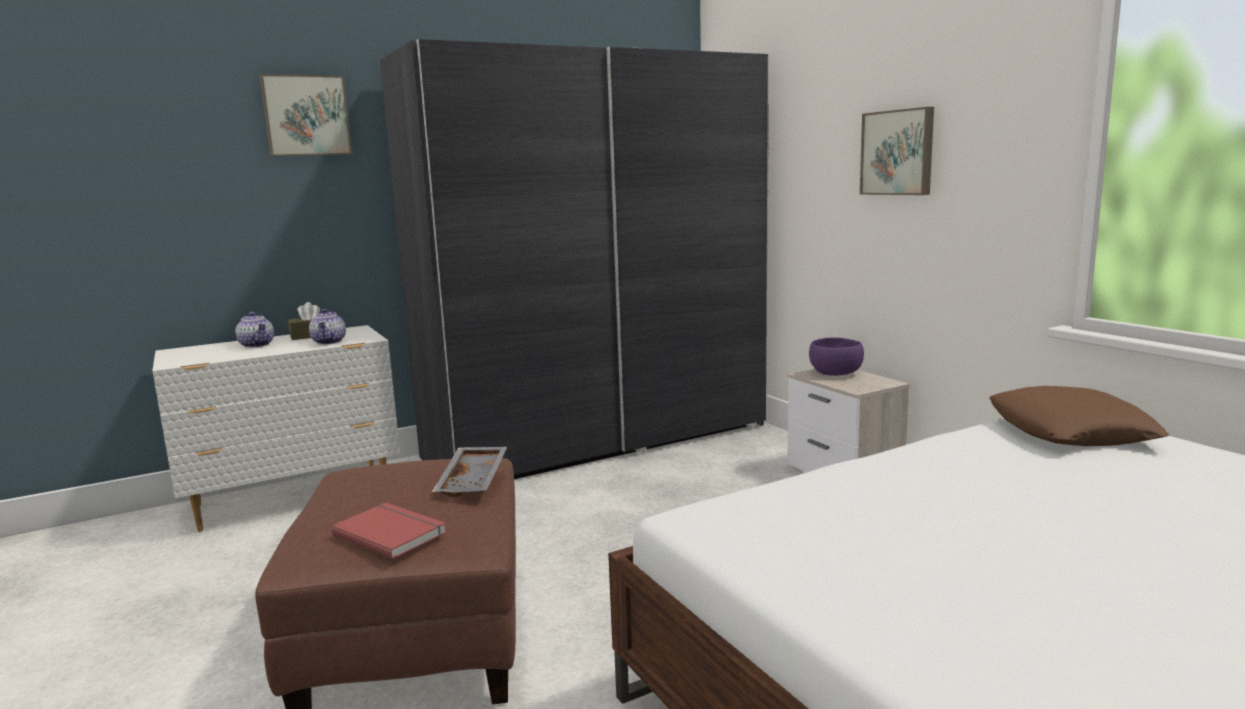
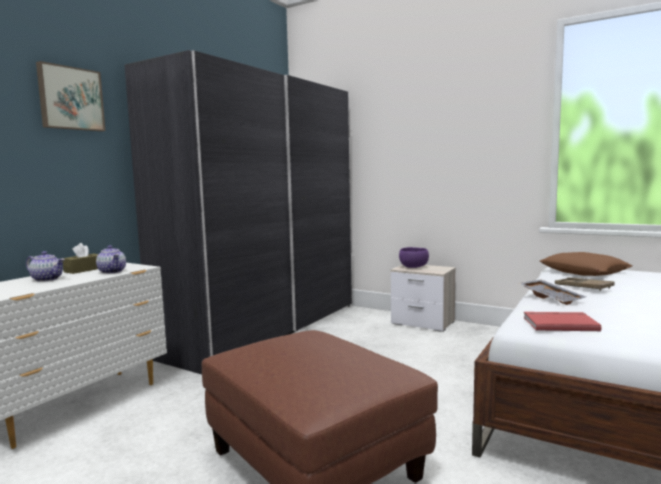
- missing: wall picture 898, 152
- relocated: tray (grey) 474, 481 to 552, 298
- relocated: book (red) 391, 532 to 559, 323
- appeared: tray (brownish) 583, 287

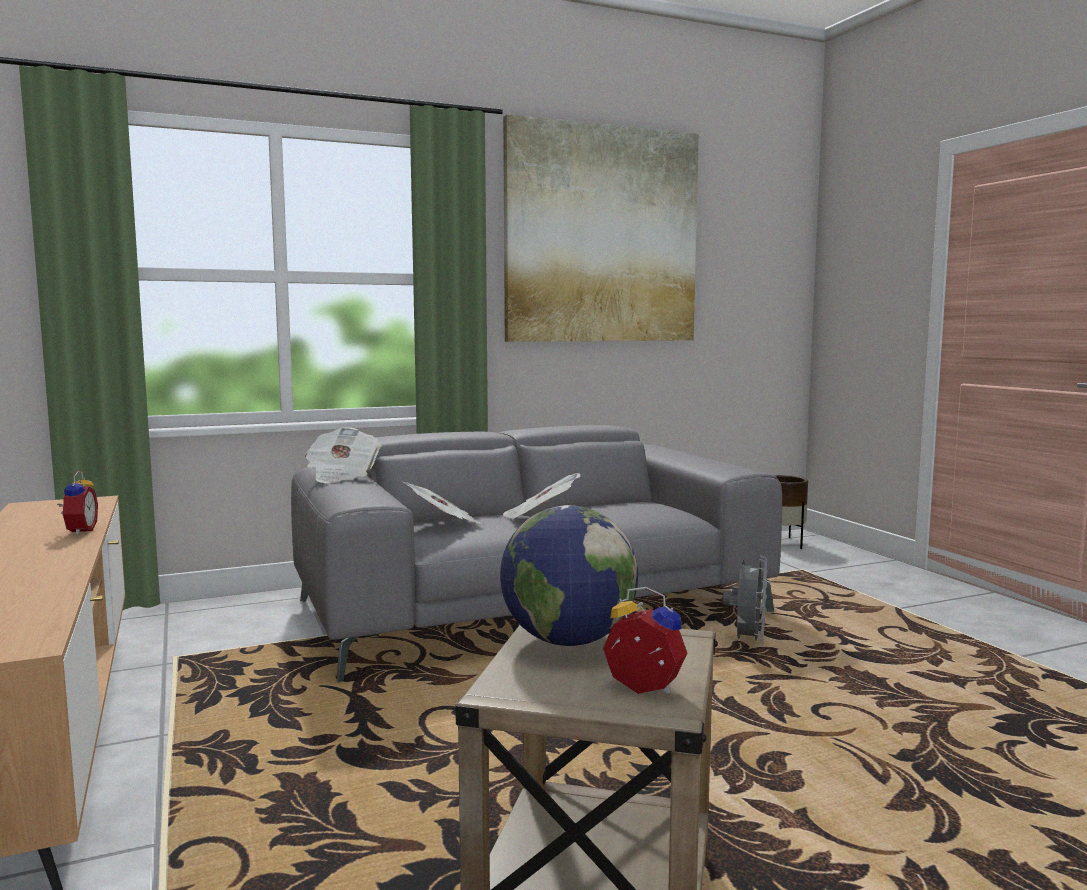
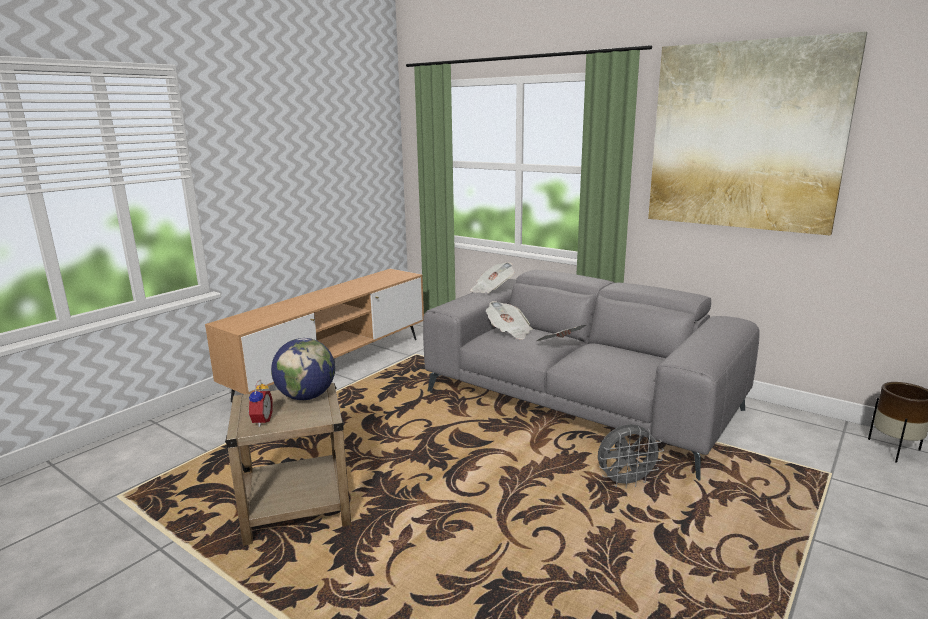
- missing: table clock 78, 531

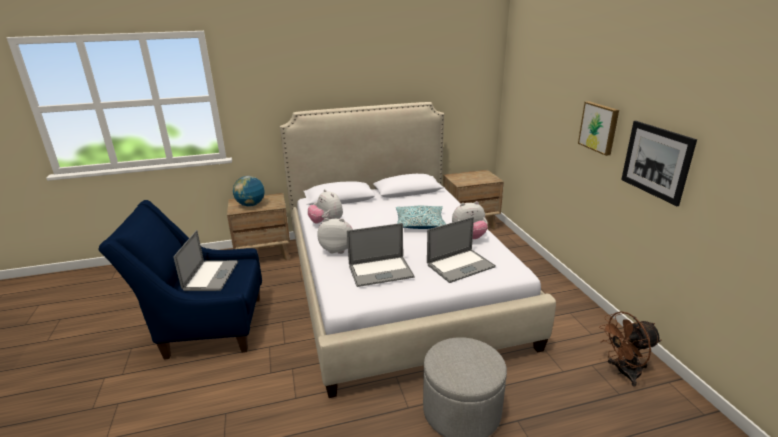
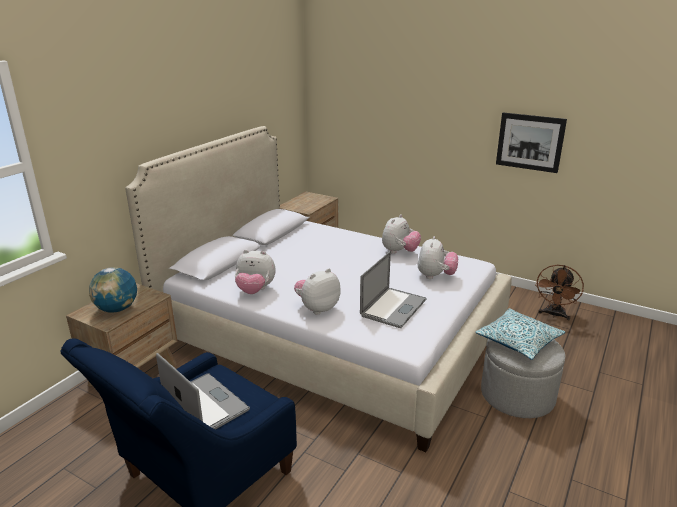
- missing: wall picture 599, 127
- relocated: cushion 420, 223 to 518, 341
- exchanged: notebook computer 460, 266 to plush toy 435, 276

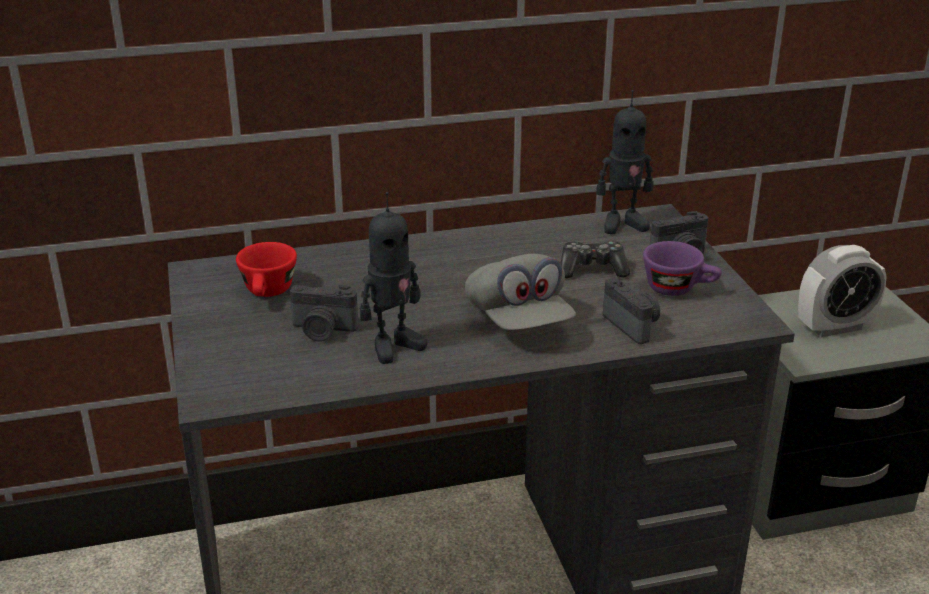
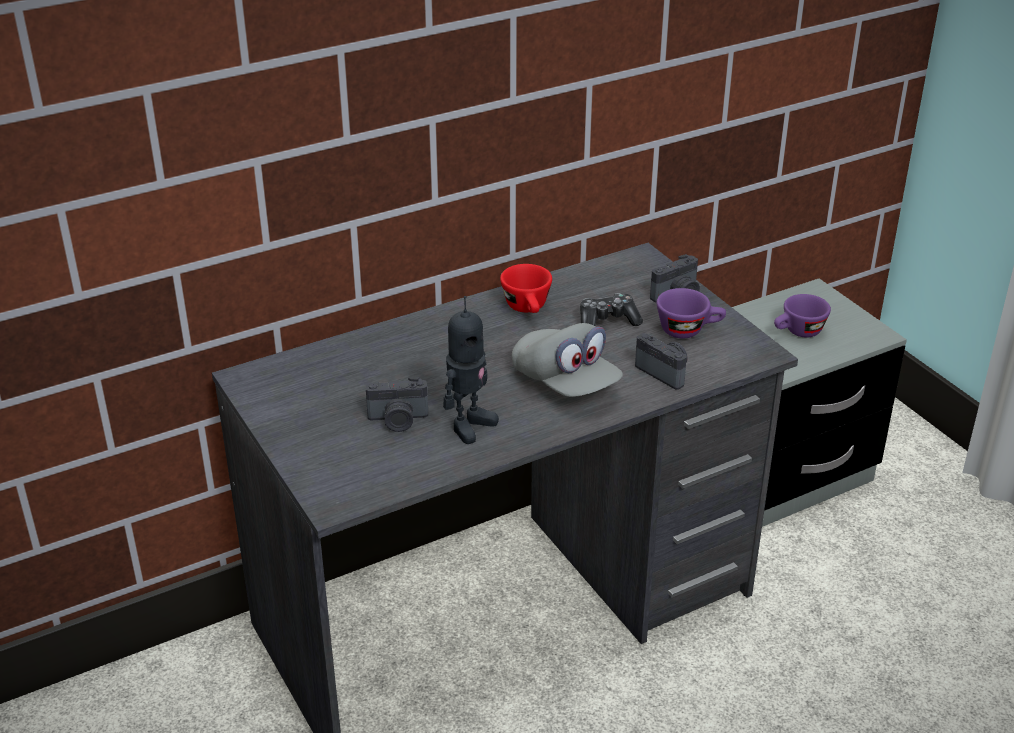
- missing: robot figure 622, 224
- relocated: small cup (red) 268, 293 to 528, 309
- exchanged: table clock 834, 327 to small cup (purple-coloured) 798, 332

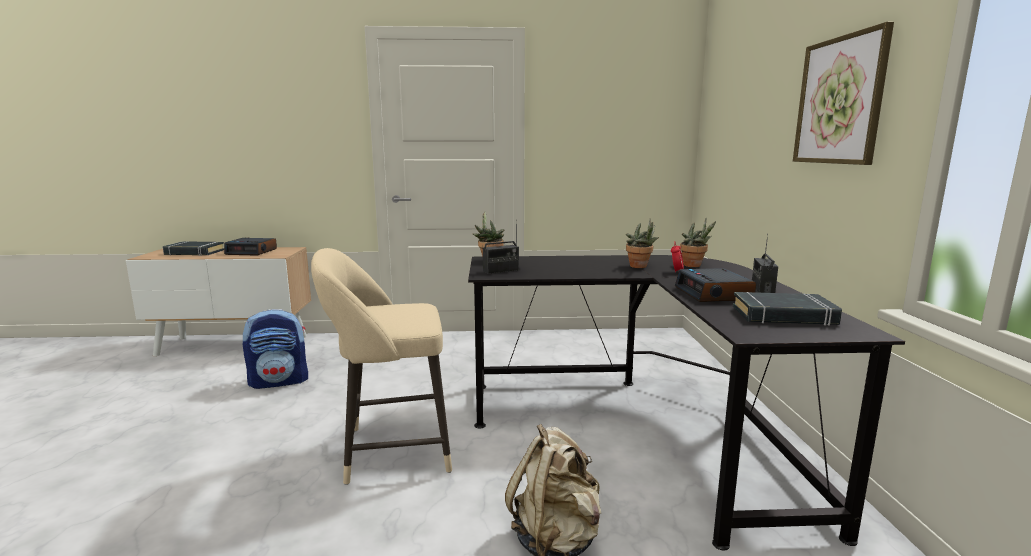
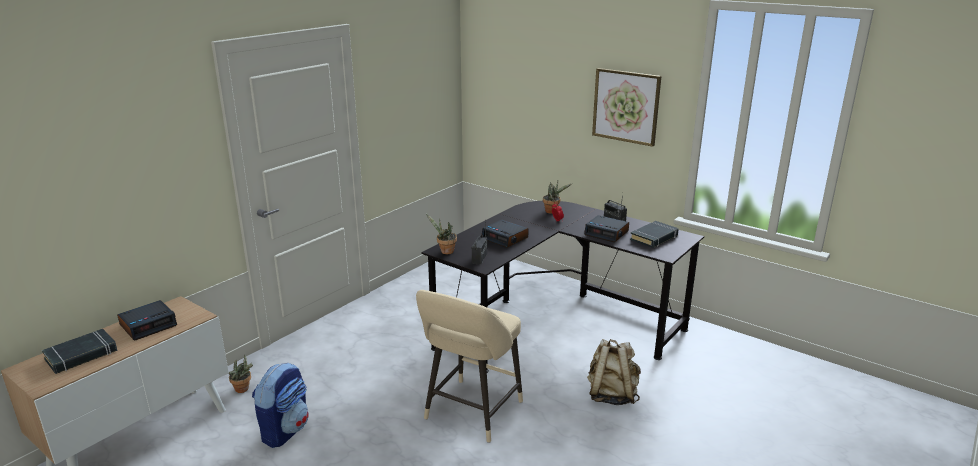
- relocated: plant in a pot 640, 267 to 244, 389
- appeared: table clock 505, 238

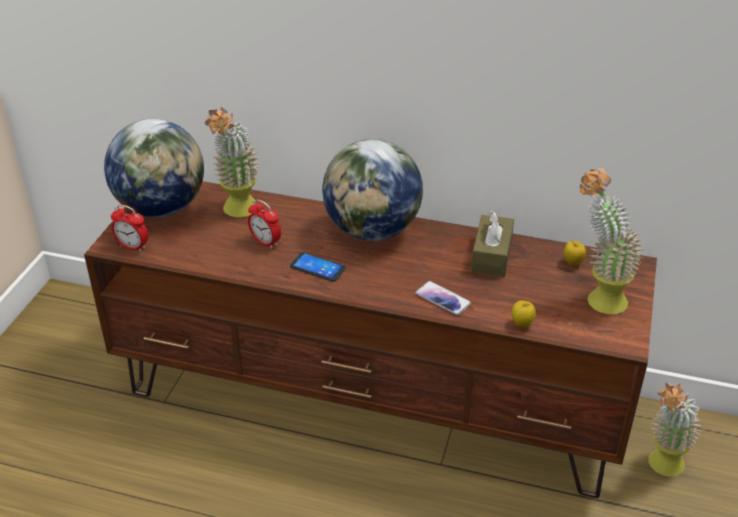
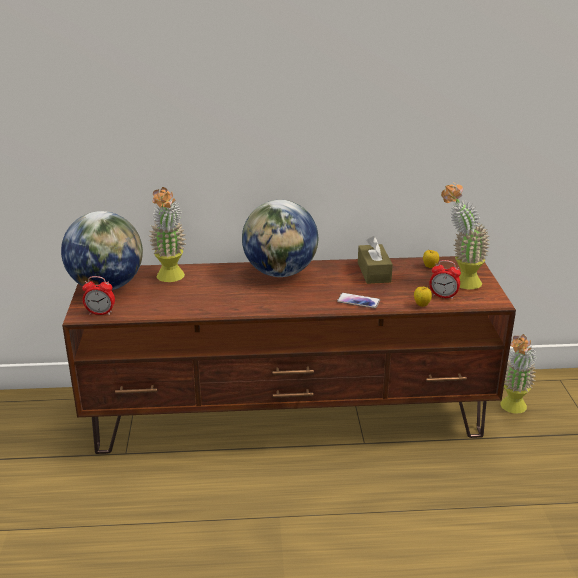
- relocated: table clock 265, 242 to 443, 296
- missing: phone 317, 267

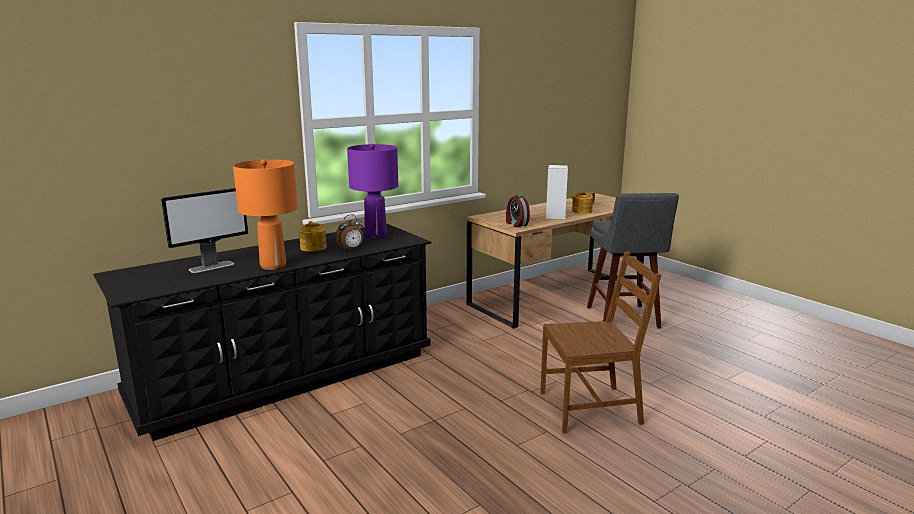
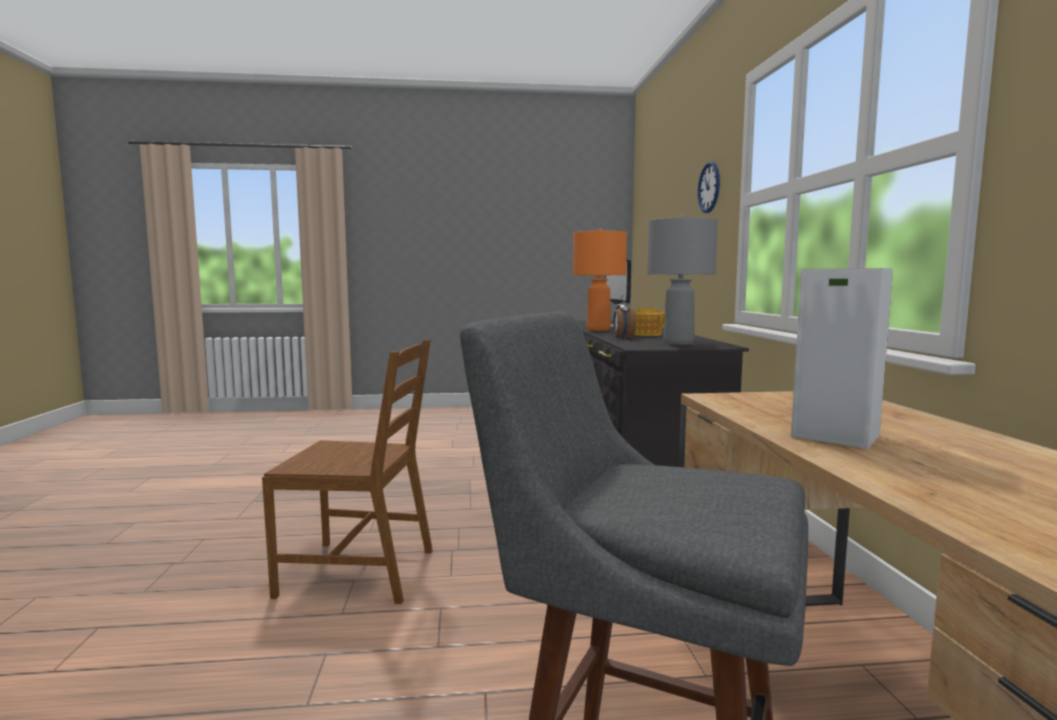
- colour: lamp for a table (purple-coloured) 375, 235 to lamp for a table (grey) 679, 343
- missing: teapot 581, 211
- missing: table clock 516, 224
- spun: chair (brownish) 591, 408 = 360, 571 105 degrees counterclockwise
- appeared: hanging clock 709, 187

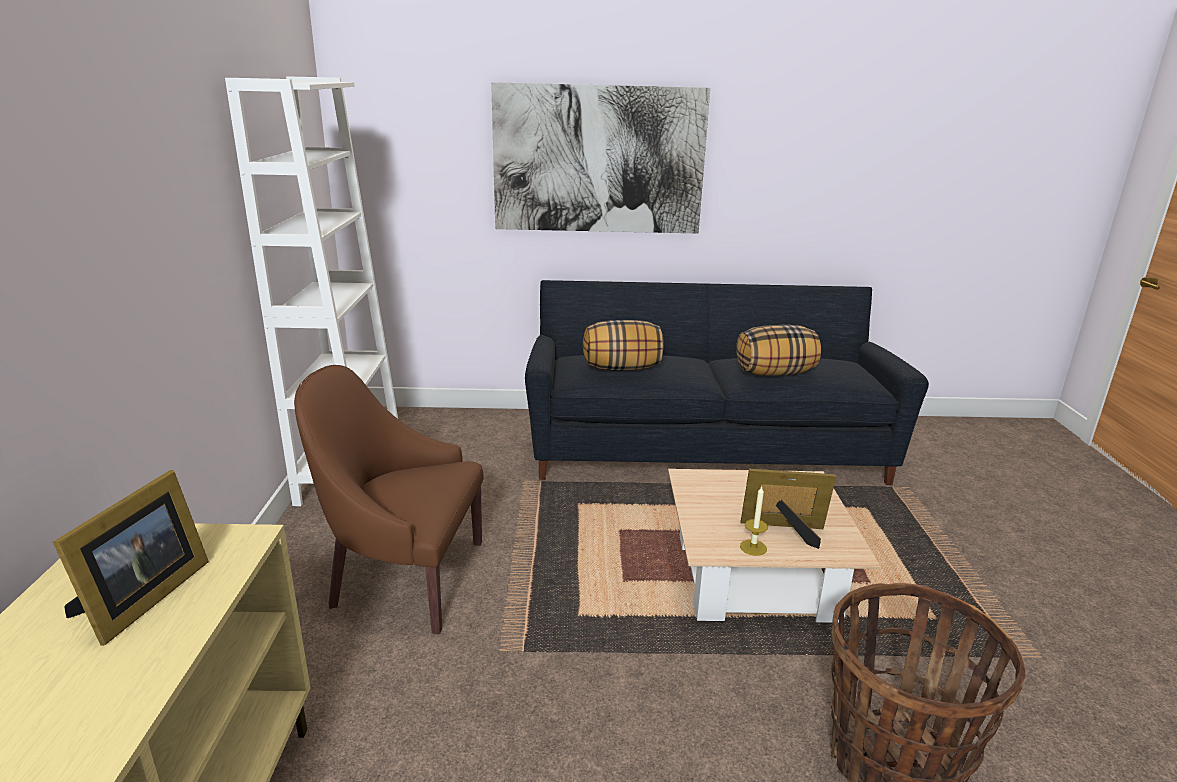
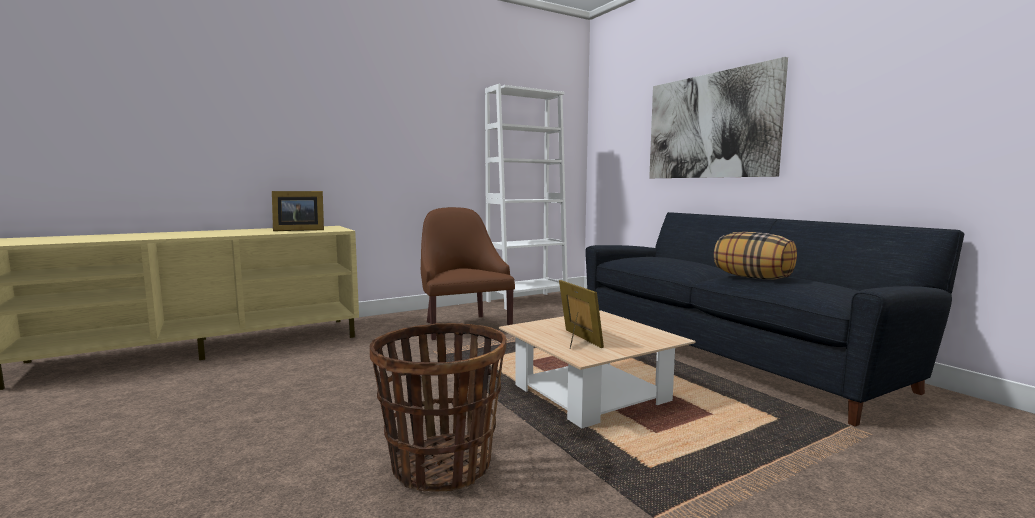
- missing: cushion 621, 368
- missing: wax light 753, 547

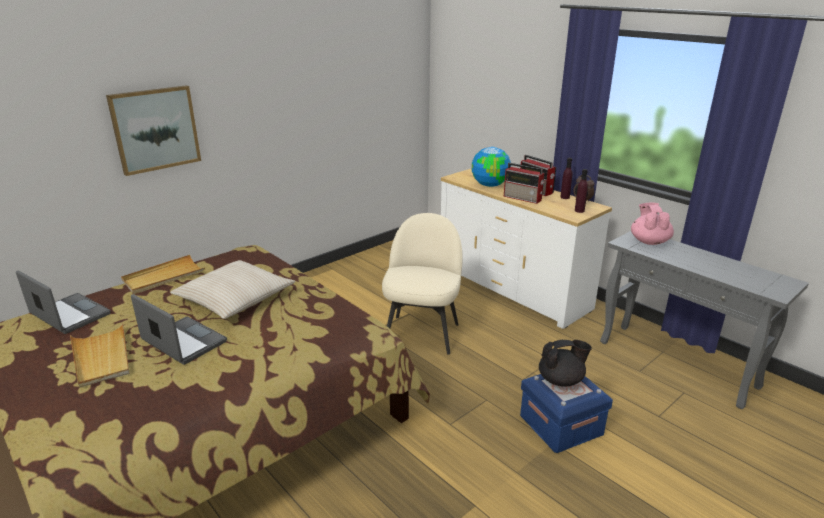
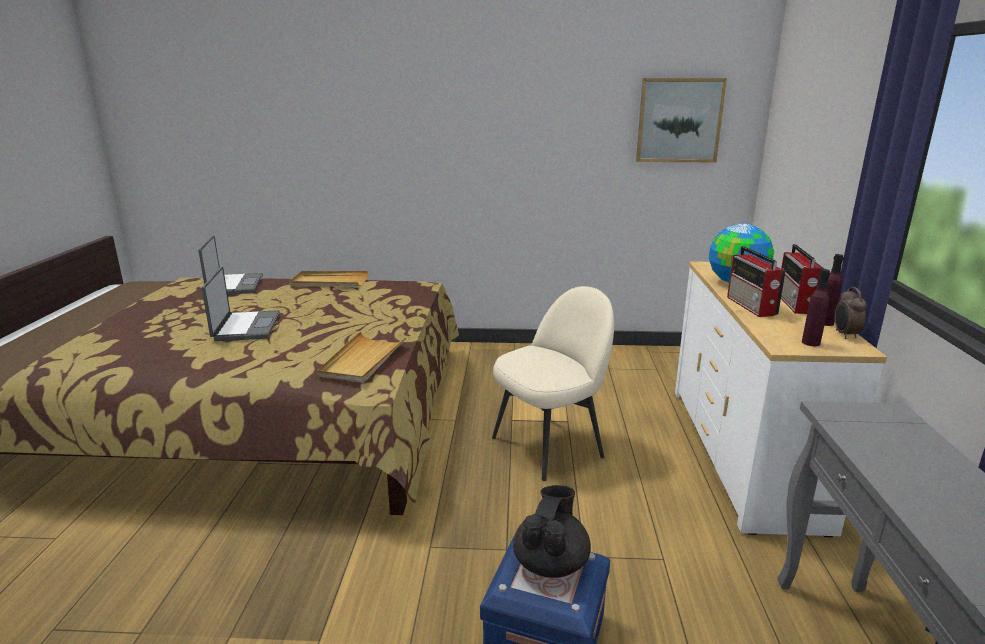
- relocated: wall picture 155, 129 to 679, 120
- missing: teapot (pink-coloured) 649, 241
- missing: cushion (beige) 235, 299
- relocated: tray (beige) 101, 357 to 363, 360
- spun: teapot (black-coloured) 561, 380 = 551, 563 105 degrees counterclockwise

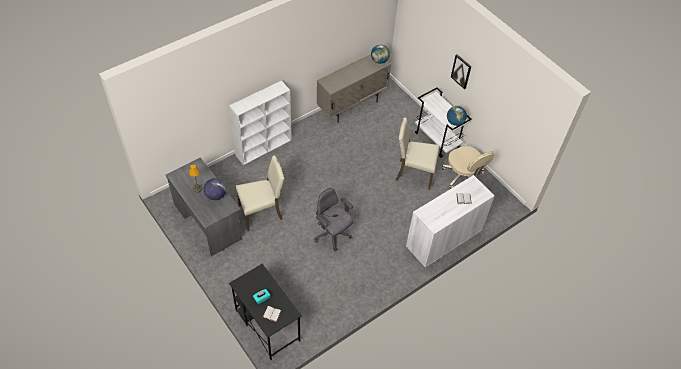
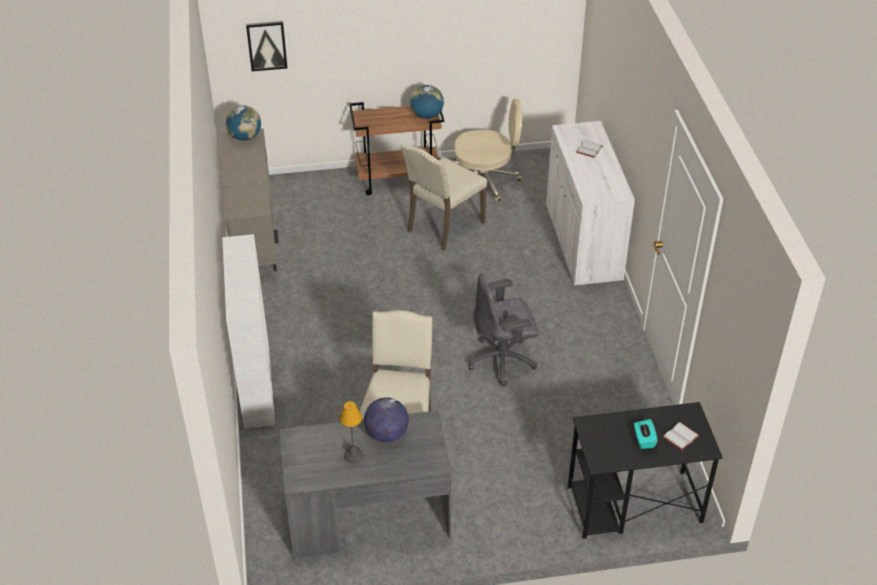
- relocated: wall picture 461, 71 to 266, 45
- colour: wheeled cart (white-coloured) 437, 140 to wheeled cart (brownish) 398, 178

